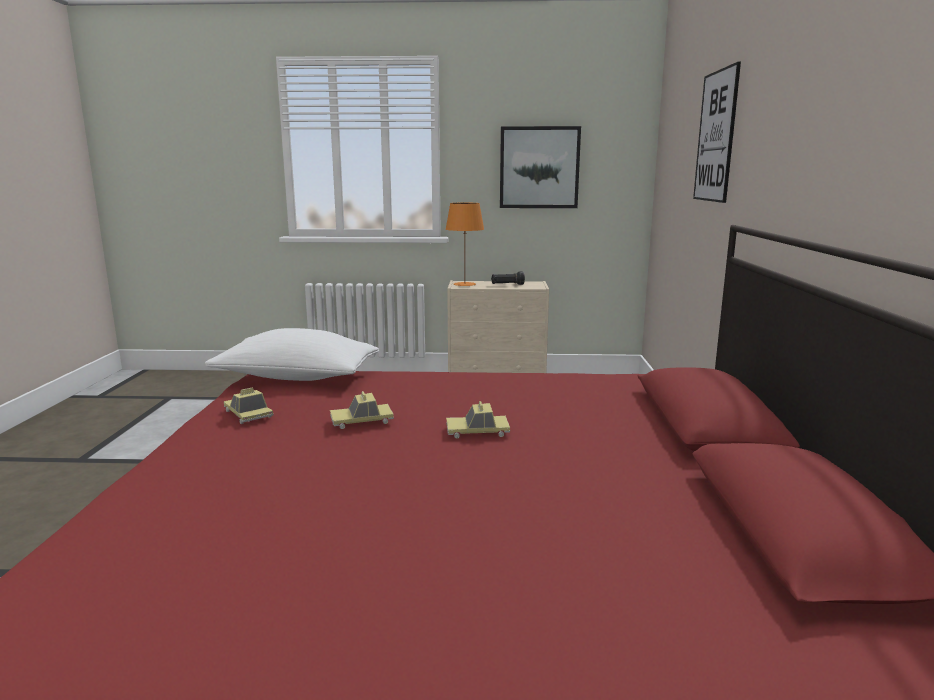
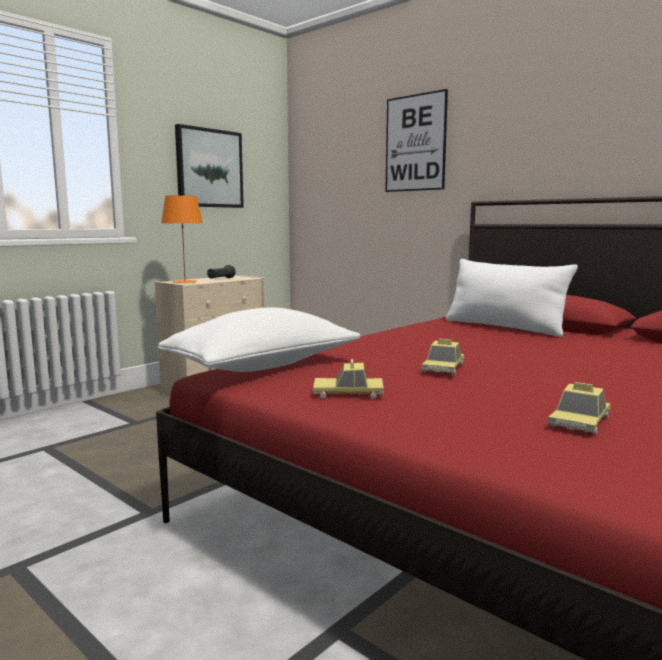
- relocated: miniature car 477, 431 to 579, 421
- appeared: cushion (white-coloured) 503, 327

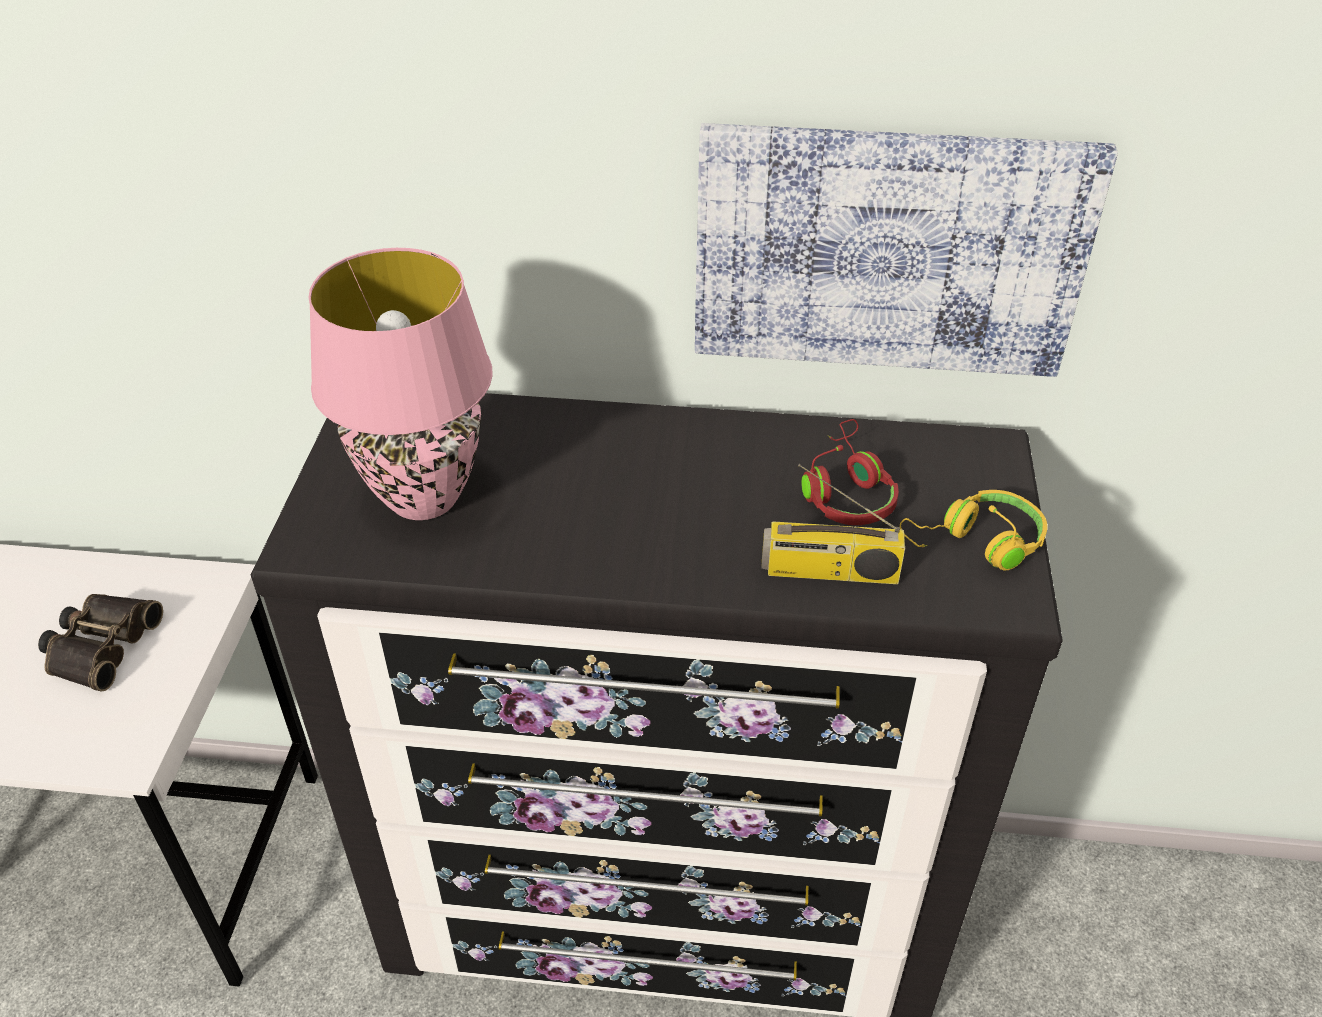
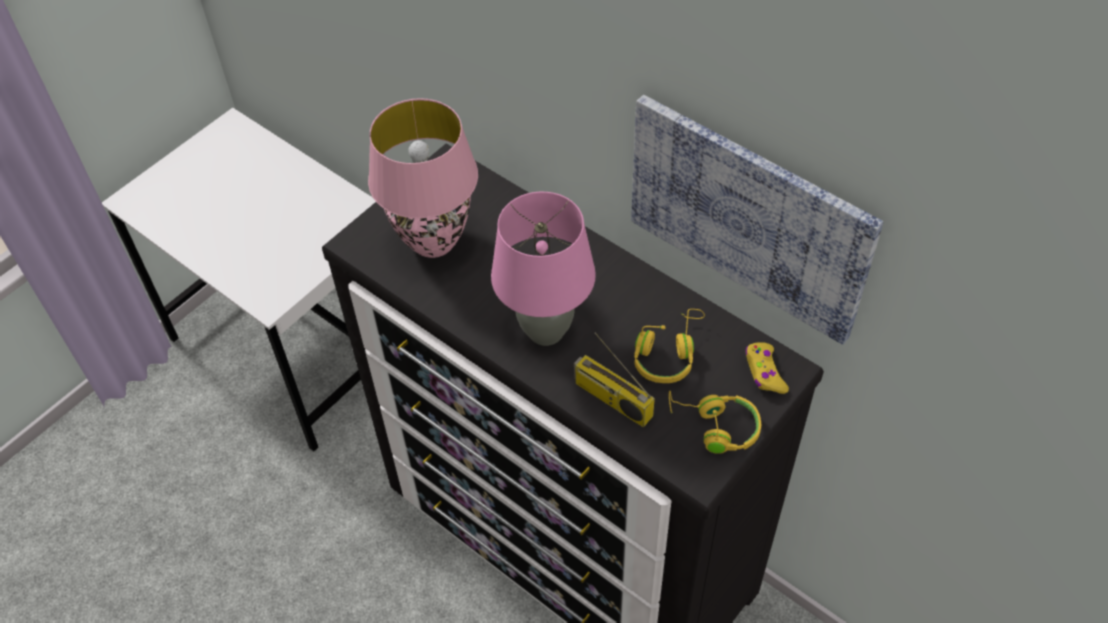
- colour: headphones (red) 846, 491 to headphones (yellow-coloured) 668, 353
- missing: field glasses 100, 646
- appeared: lamp for a table (pink-coloured) 546, 331
- appeared: gamepad (yellow-coloured) 764, 372

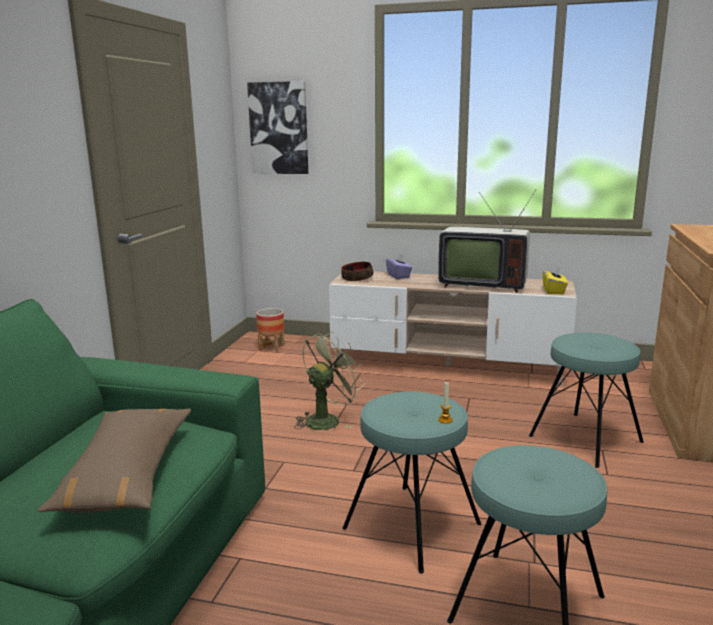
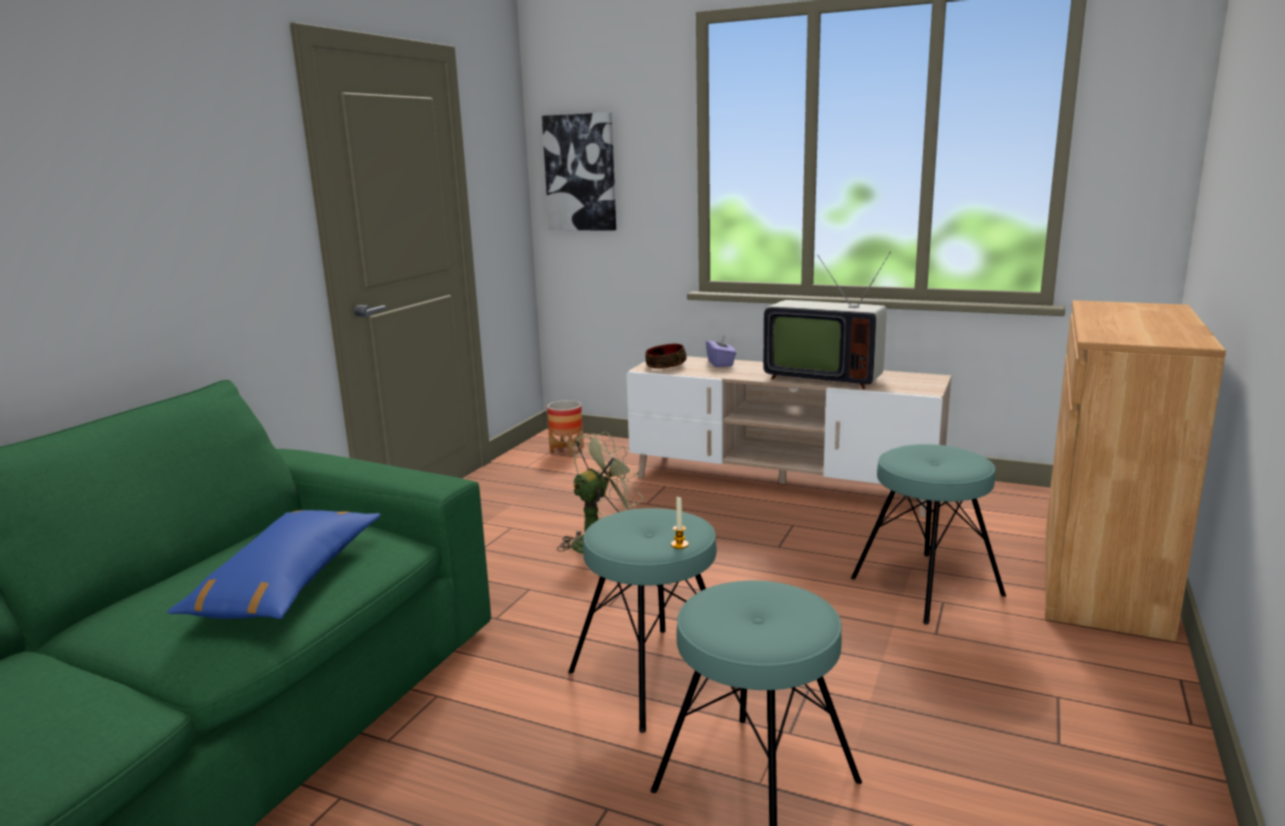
- missing: box of tissues (yellow-coloured) 554, 291
- colour: cushion (brownish) 127, 474 to cushion (blue-coloured) 288, 582

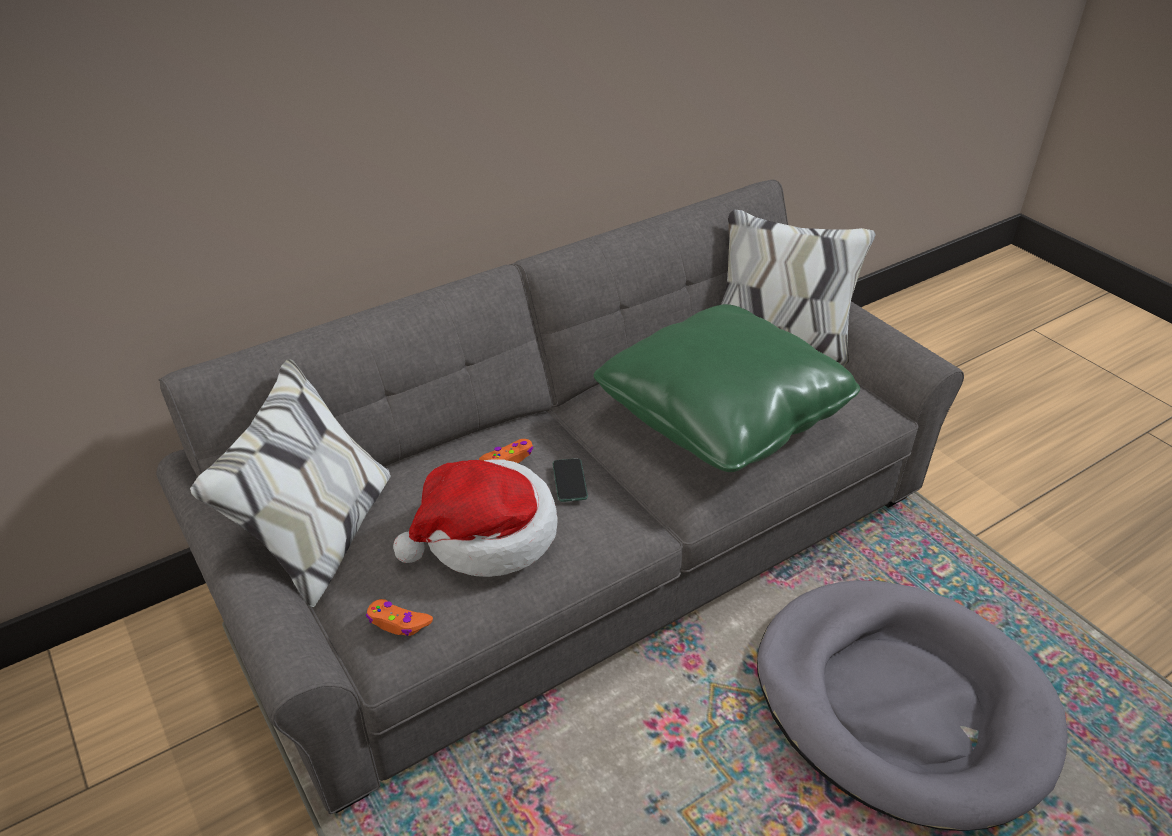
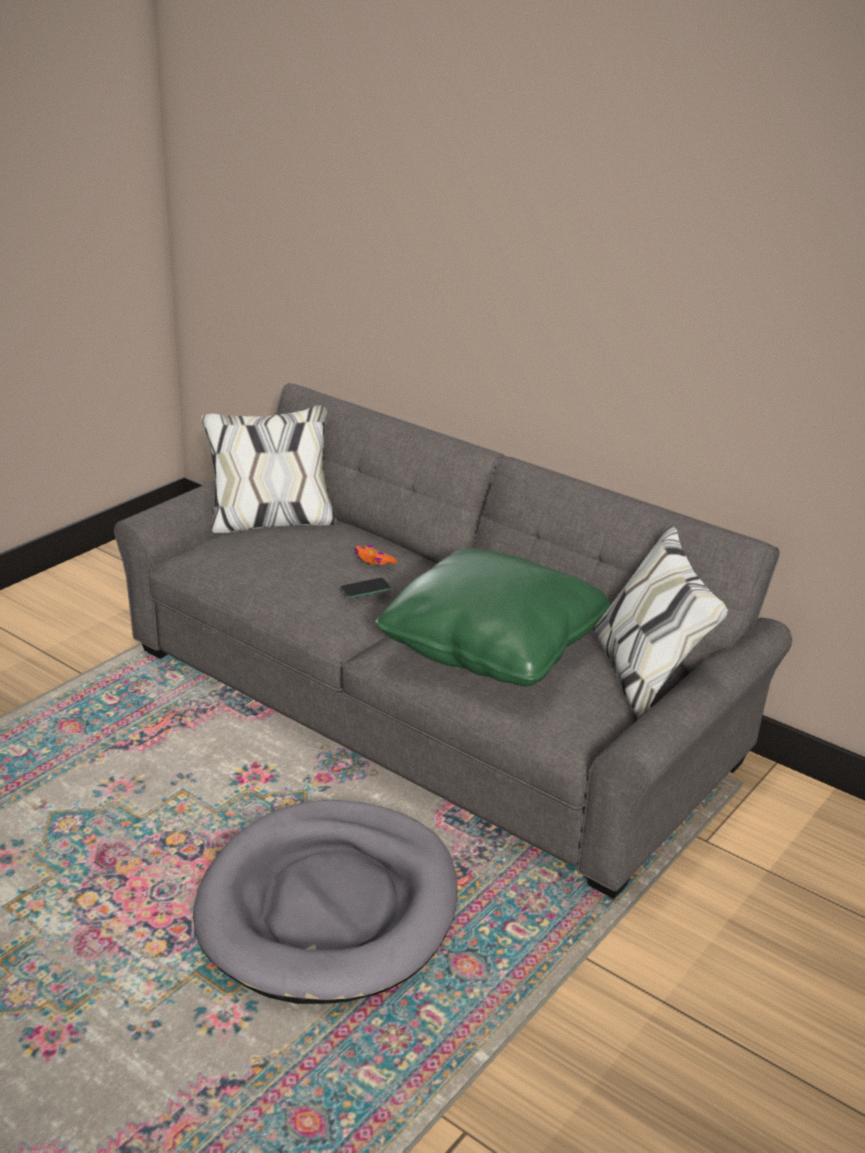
- missing: clothing hat 486, 535
- missing: gamepad (orange) 398, 623

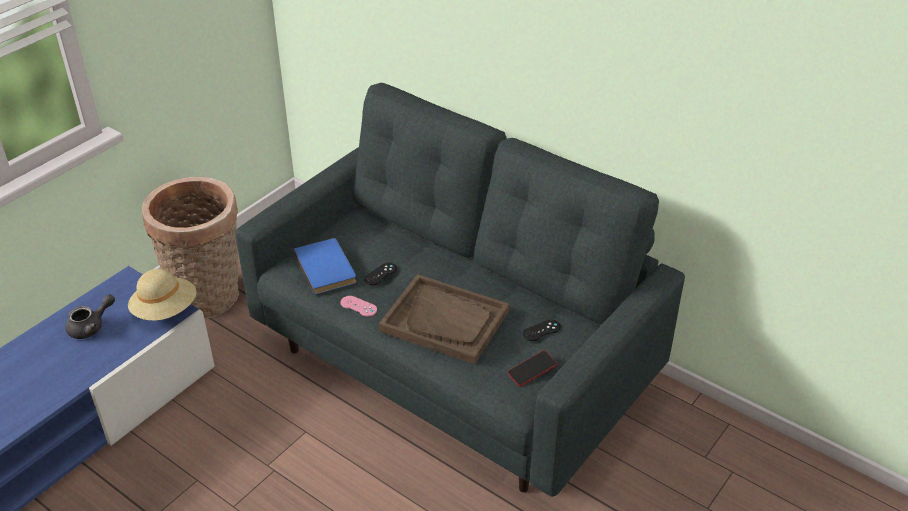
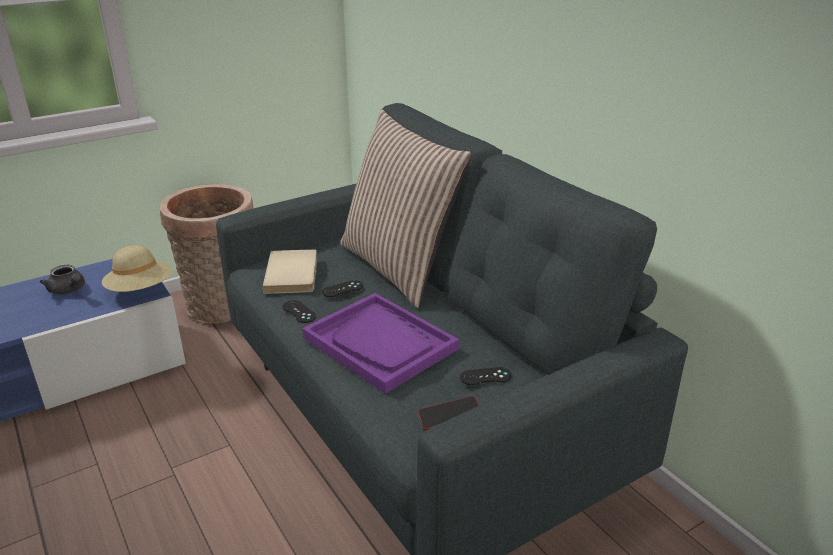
- colour: book (blue-coloured) 327, 268 to book (beige) 294, 274
- colour: tray (brownish) 445, 321 to tray (purple-coloured) 380, 344
- spun: teapot (grey) 91, 327 = 69, 290 60 degrees clockwise
- colour: gamepad (pink-coloured) 358, 306 to gamepad (black-coloured) 299, 312
- appeared: cushion 399, 267

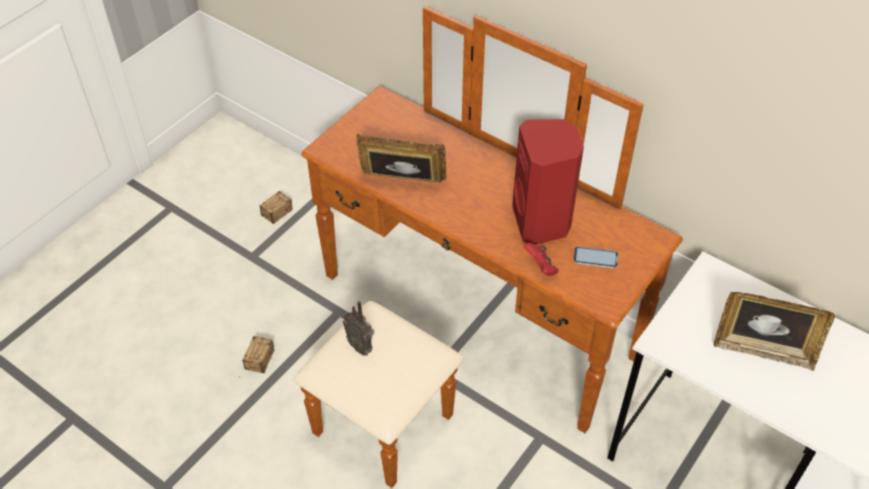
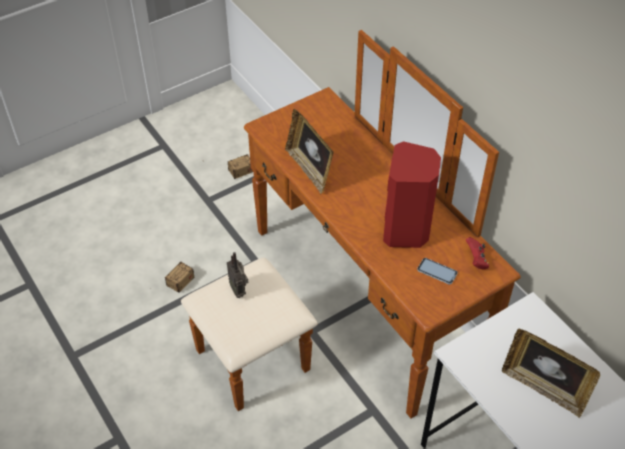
- spun: picture frame 402, 183 = 309, 169 150 degrees counterclockwise
- relocated: gamepad (red) 541, 267 to 476, 260

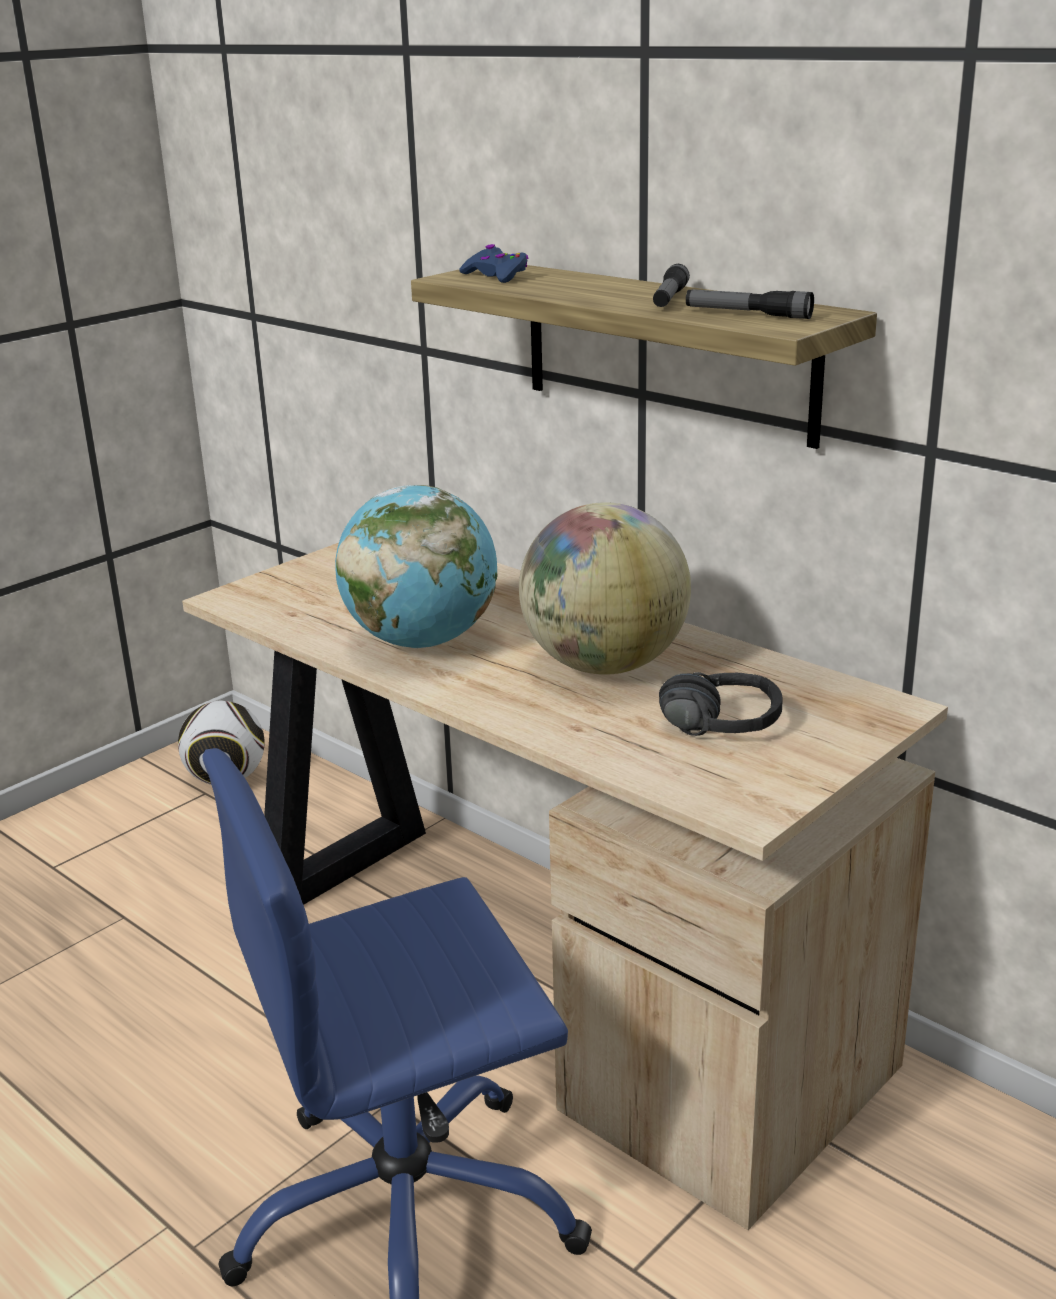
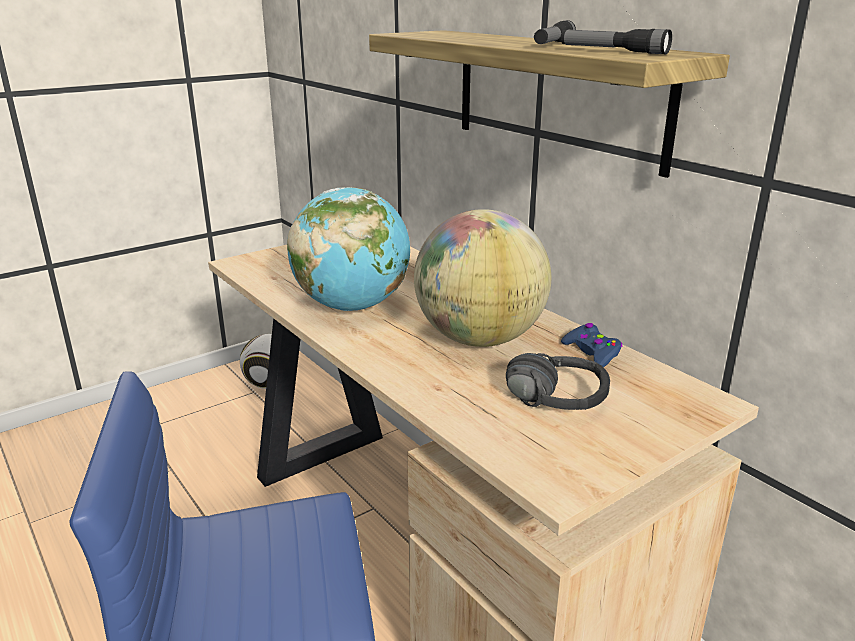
- relocated: gamepad (blue-coloured) 496, 276 to 592, 352

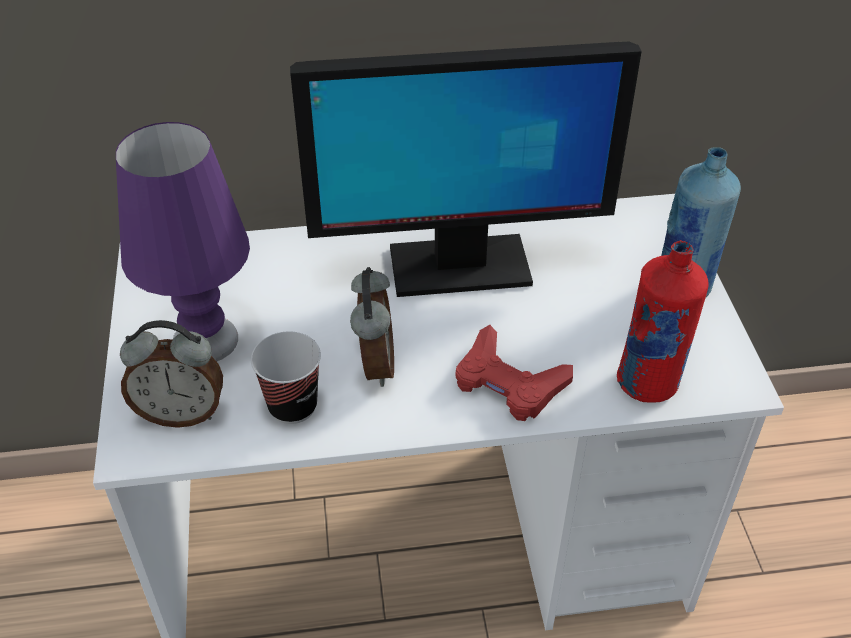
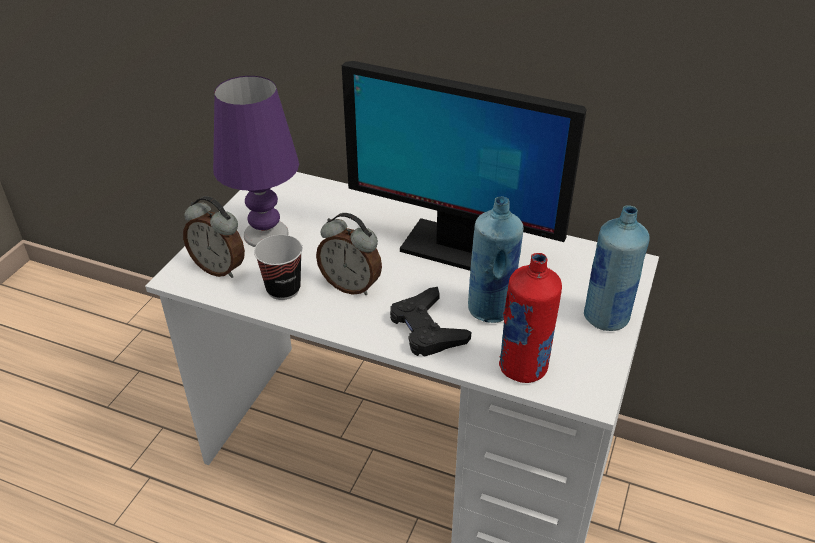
- spun: table clock 374, 365 = 351, 285 90 degrees clockwise
- colour: gamepad (red) 508, 382 to gamepad (black-coloured) 427, 329
- appeared: beverage bottle (blue-coloured) 490, 309

